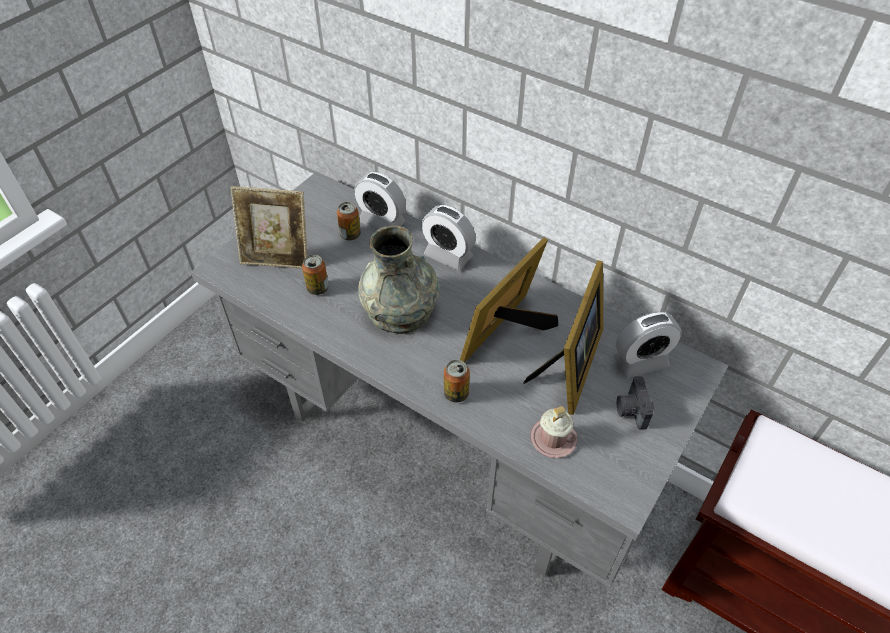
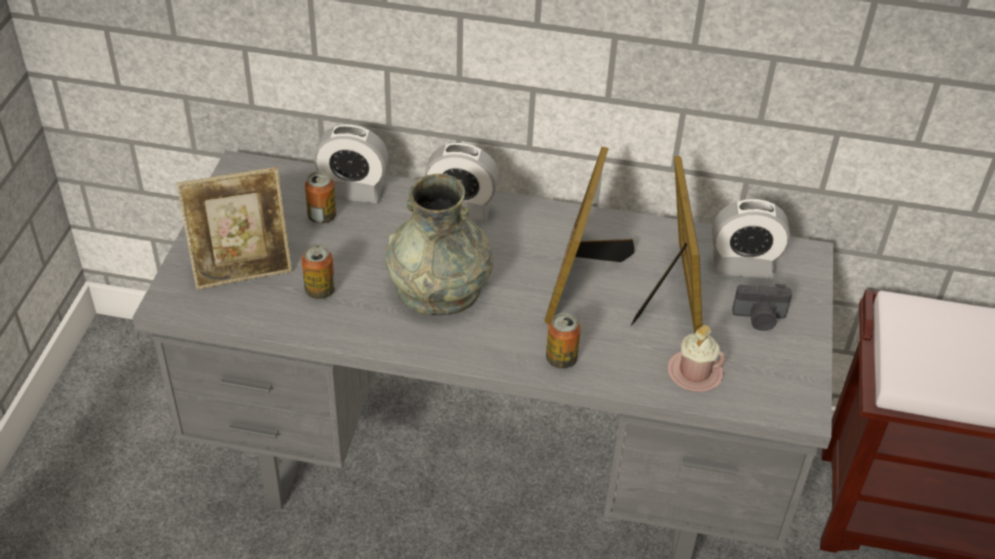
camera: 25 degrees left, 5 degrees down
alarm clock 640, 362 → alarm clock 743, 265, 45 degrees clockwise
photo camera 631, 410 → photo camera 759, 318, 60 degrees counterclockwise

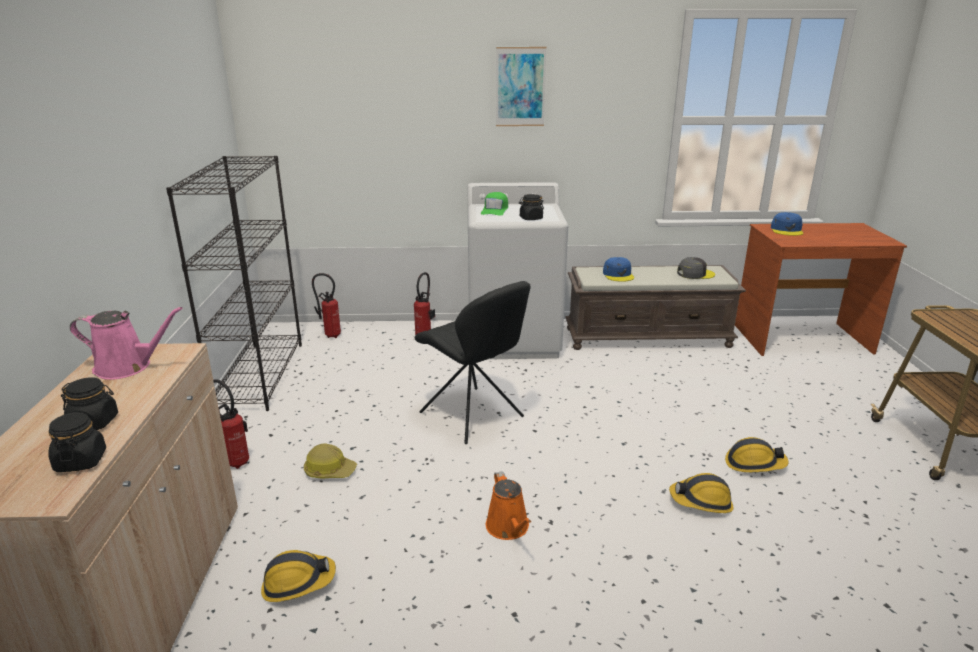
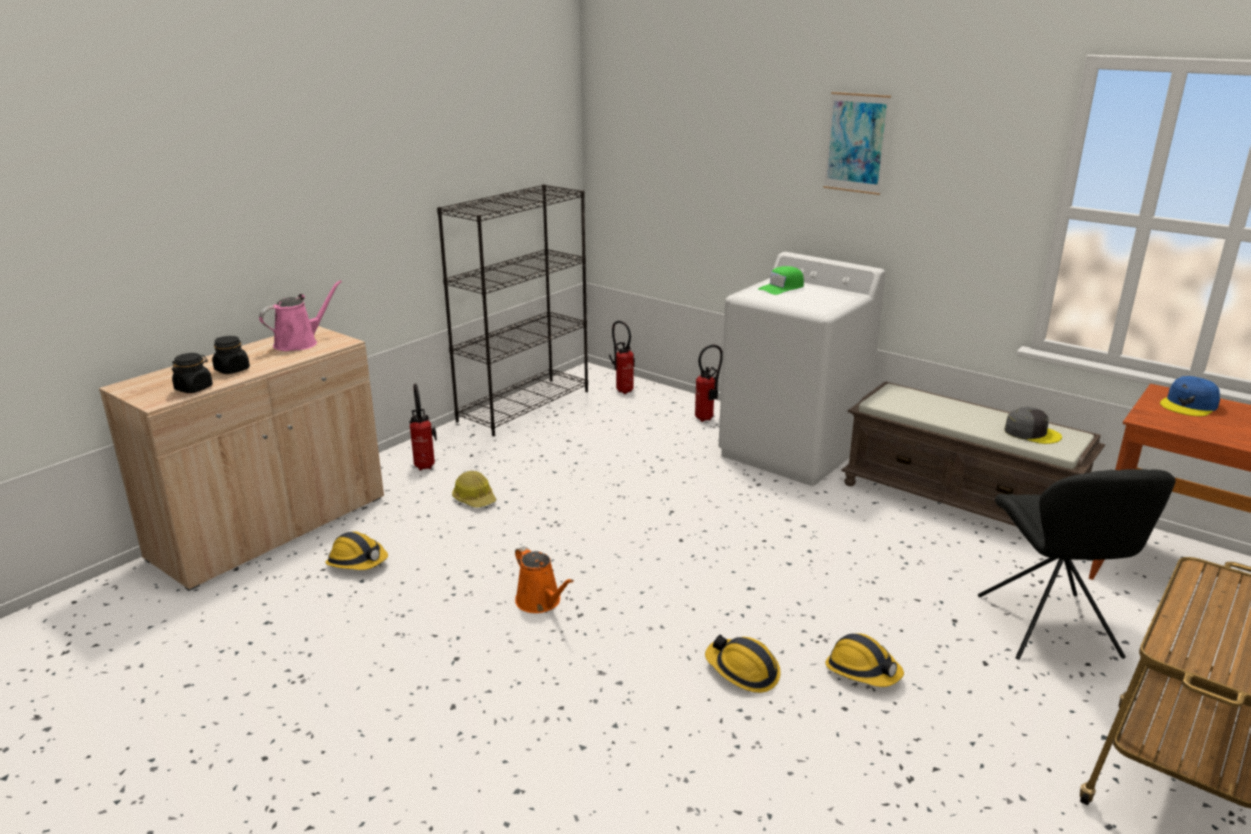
camera: 40 degrees right, 0 degrees up
blackish jar 531, 218 → -
blue-coloured peaked cap 618, 275 → -
blackish upright chair 474, 416 → blackish upright chair 1049, 629, relocated
pink sprinkling can 128, 367 → pink sprinkling can 300, 343, 90 degrees counterclockwise
orangey sprinkling can 509, 528 → orangey sprinkling can 541, 602, 60 degrees counterclockwise

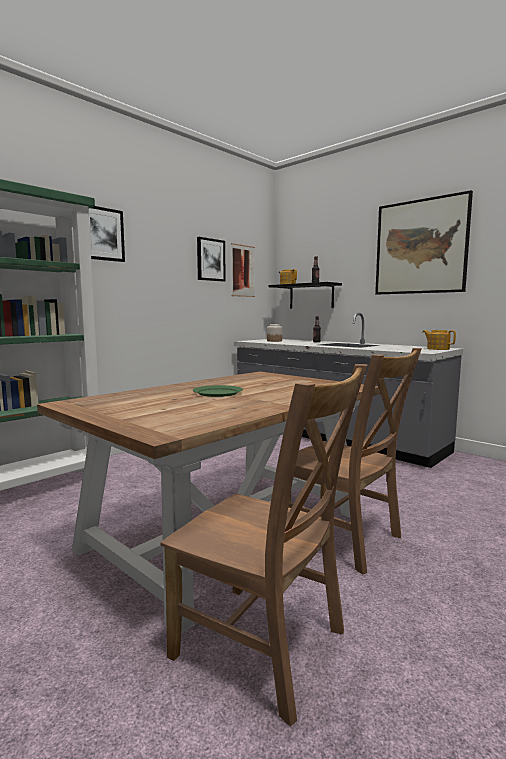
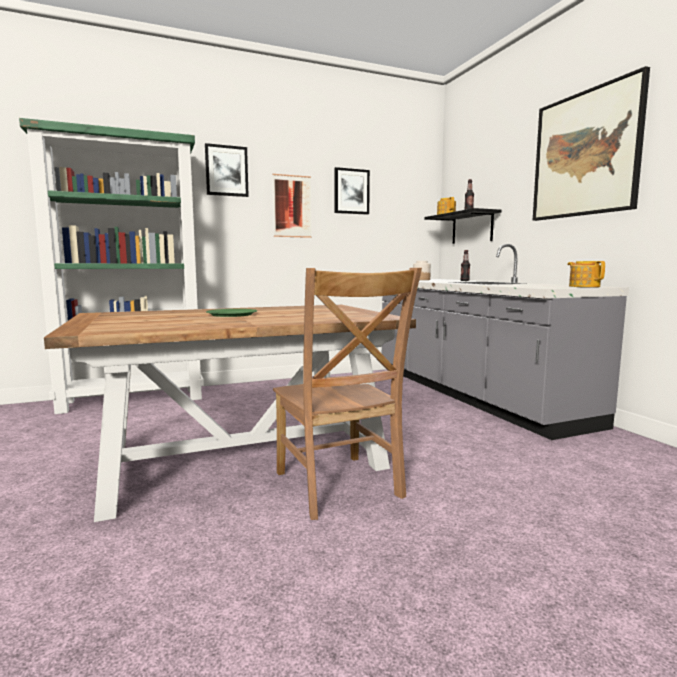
camera: 25 degrees right, 0 degrees up
brown-coloured upright chair 265, 647 → -
wall art 243, 271 → wall art 292, 206, relocated

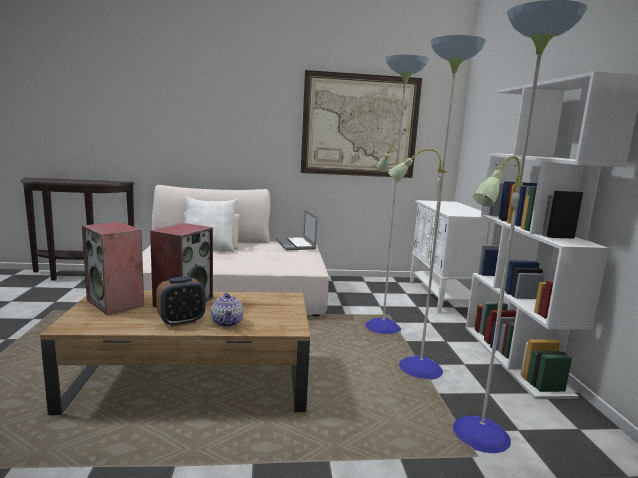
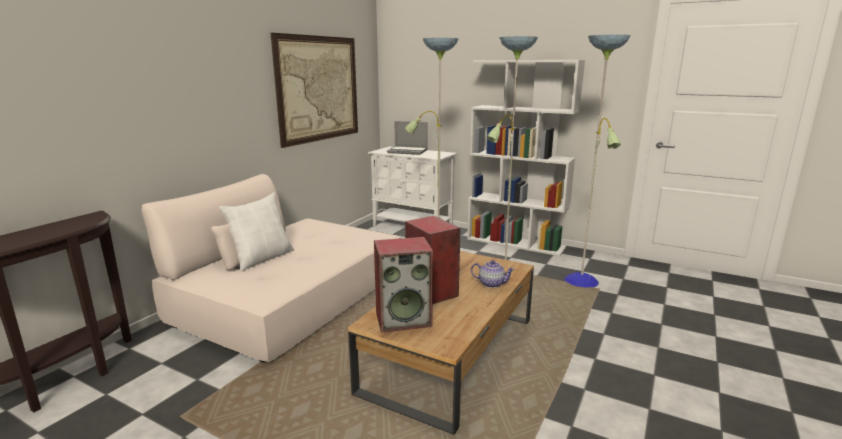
camera: 55 degrees left, 5 degrees up
alarm clock 181, 321 → -
laptop 296, 245 → laptop 408, 151, relocated

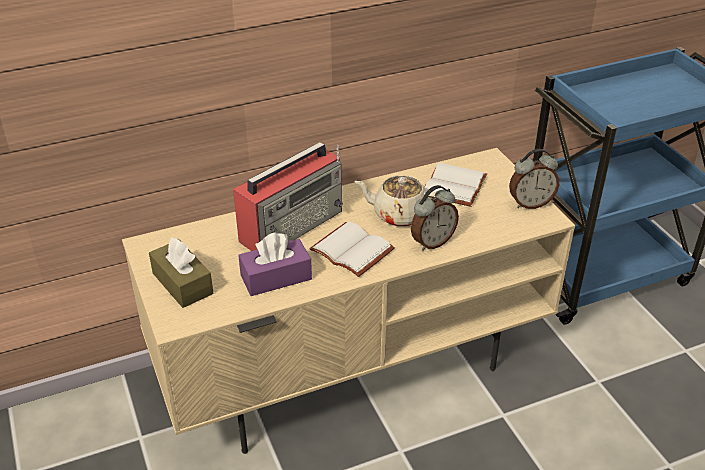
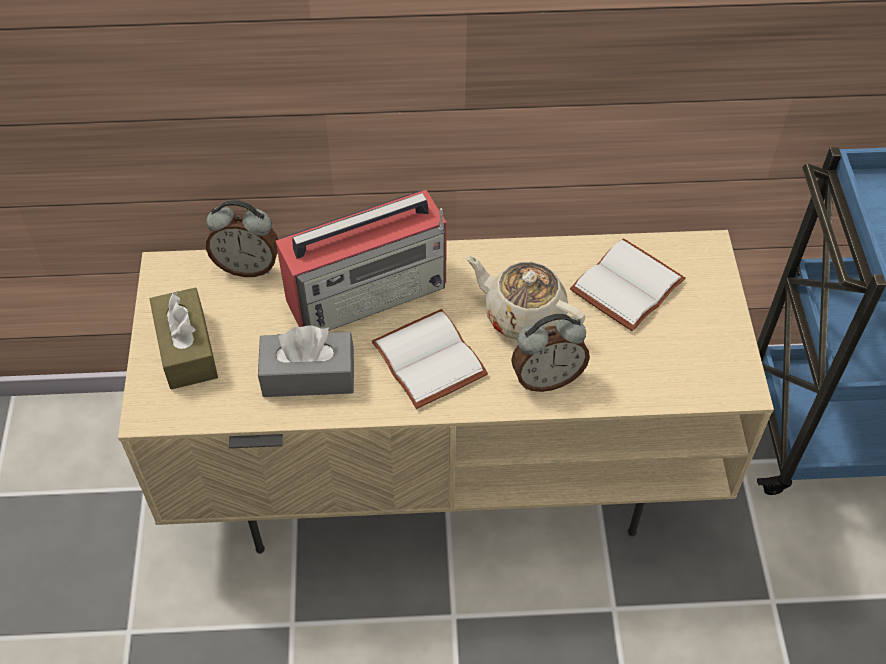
camera: 20 degrees right, 15 degrees up
alarm clock 530, 203 → alarm clock 248, 266, relocated
purple tissue box 276, 277 → grey tissue box 308, 375

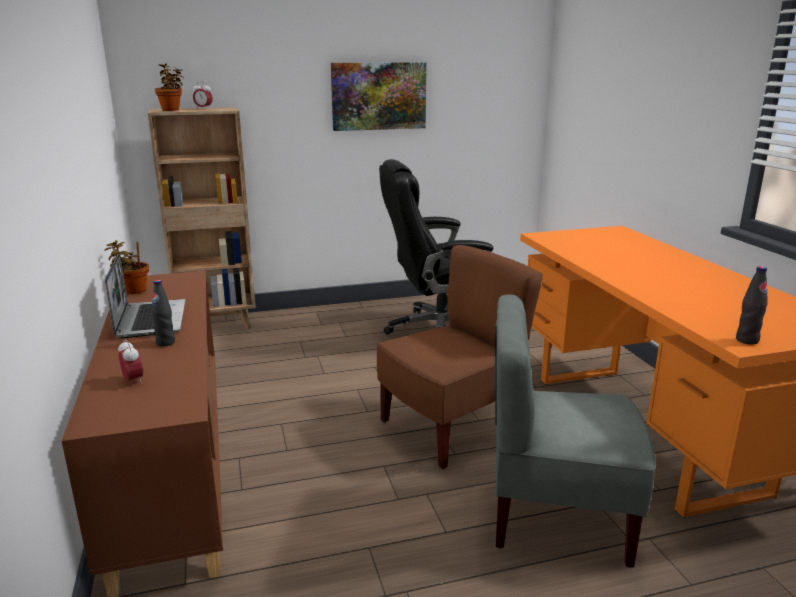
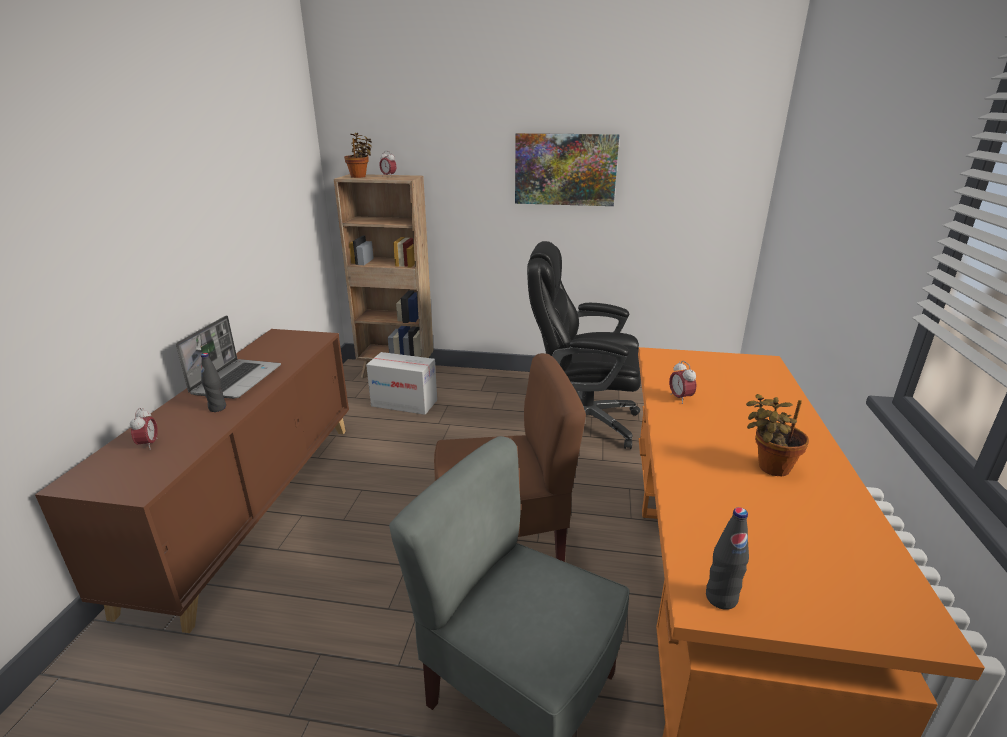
camera: 25 degrees right, 5 degrees up
- → cardboard box 404, 403
- → alarm clock 680, 398
plant in a pot 133, 291 → plant in a pot 769, 467, relocated

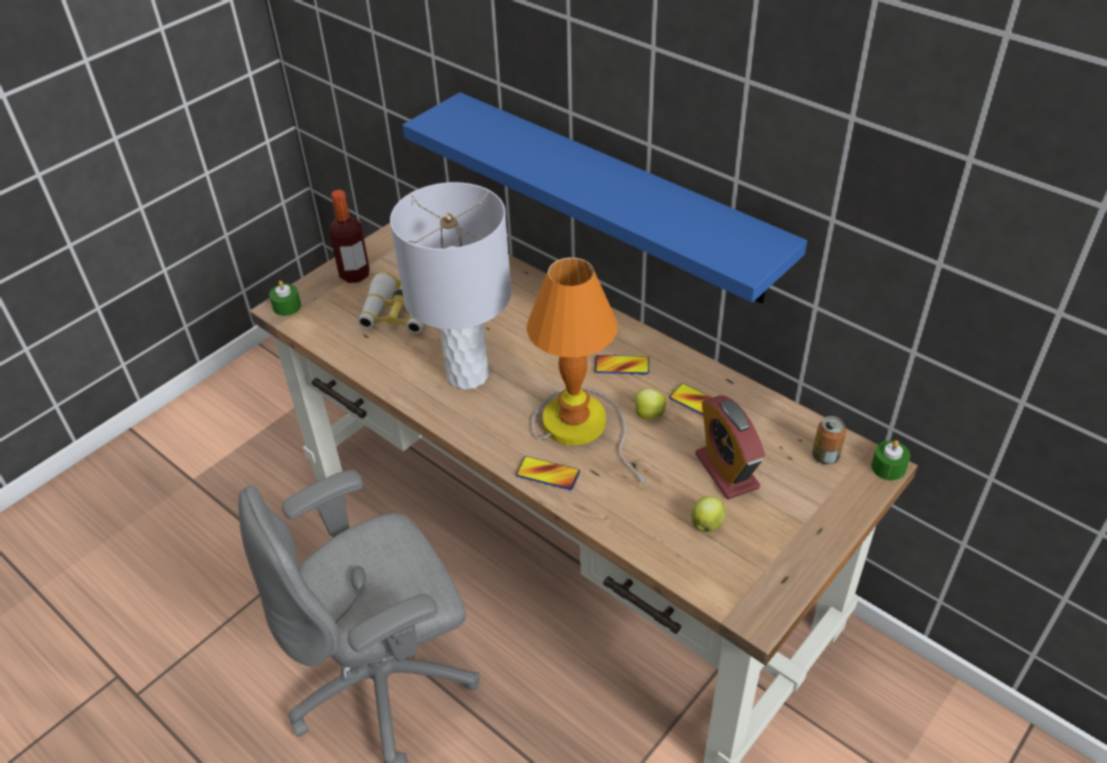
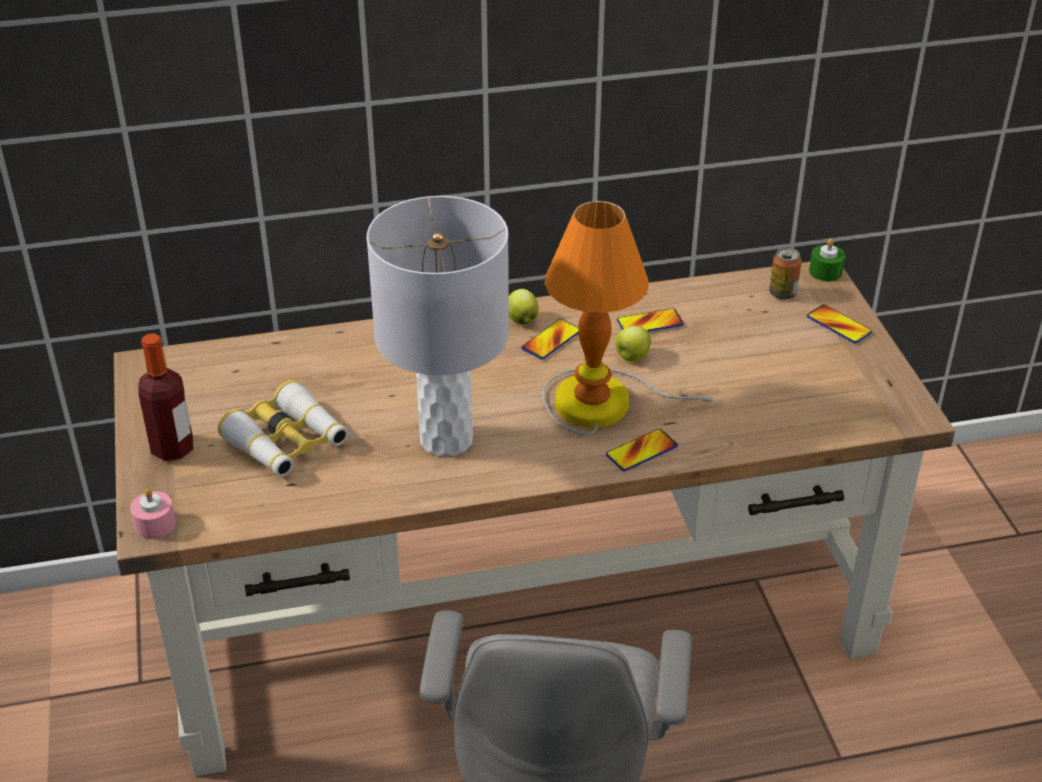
camera: 55 degrees left, 5 degrees down
blue-coloured shelf 615, 196 → -
alarm clock 726, 471 → -
- → telephone 838, 325
whole apple 707, 523 → whole apple 521, 319, relocated
green-coloured candle 287, 306 → pink candle 155, 524

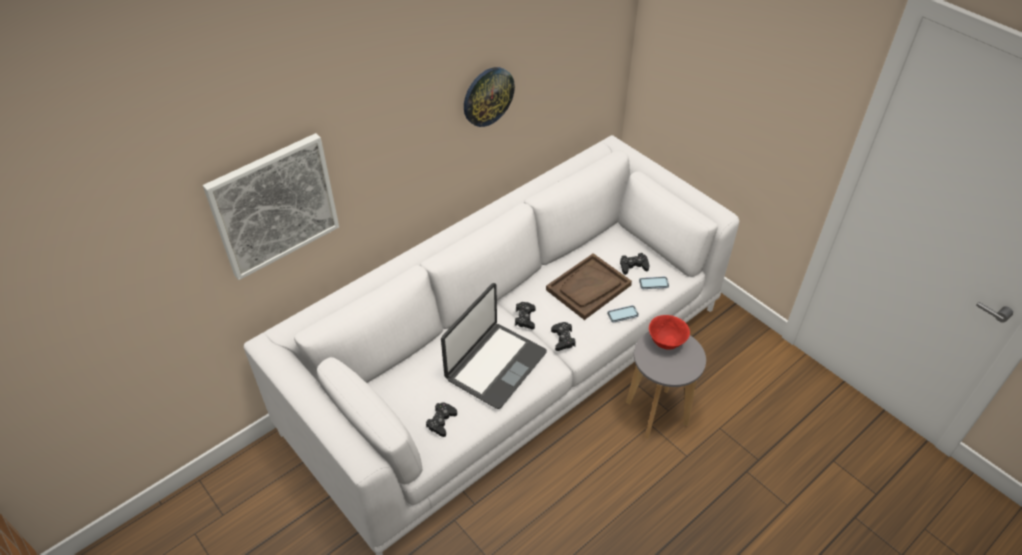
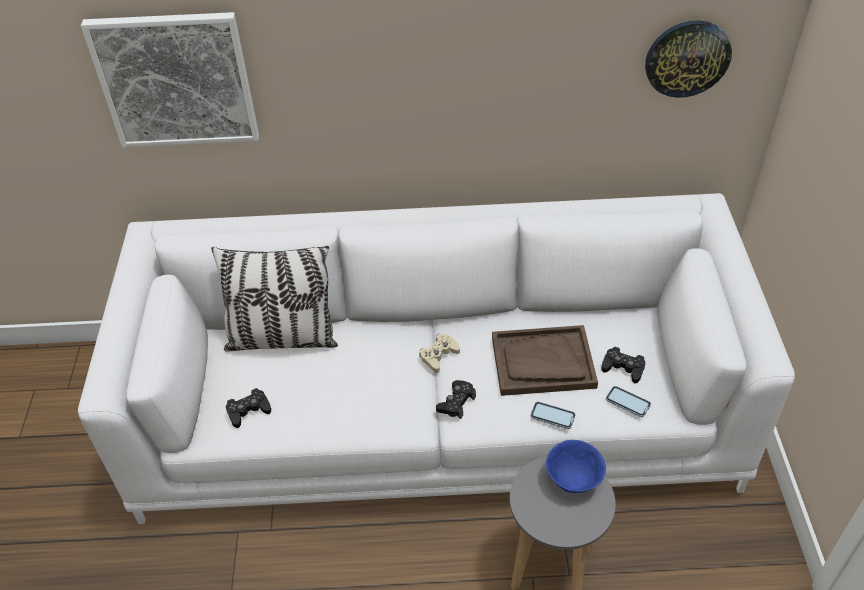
camera: 40 degrees right, 0 degrees up
laptop 495, 365 → -
- → cushion 282, 338
wall clock 488, 96 → wall clock 687, 58, relocated
blackish game controller 525, 318 → beige game controller 439, 356
red-coloured bowl 666, 343 → blue-coloured bowl 573, 481

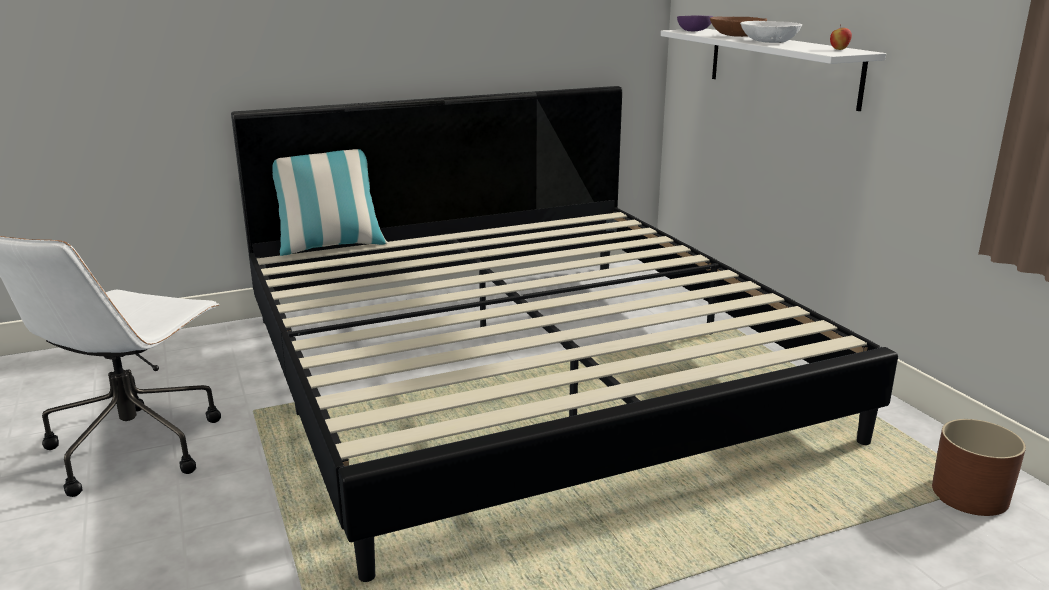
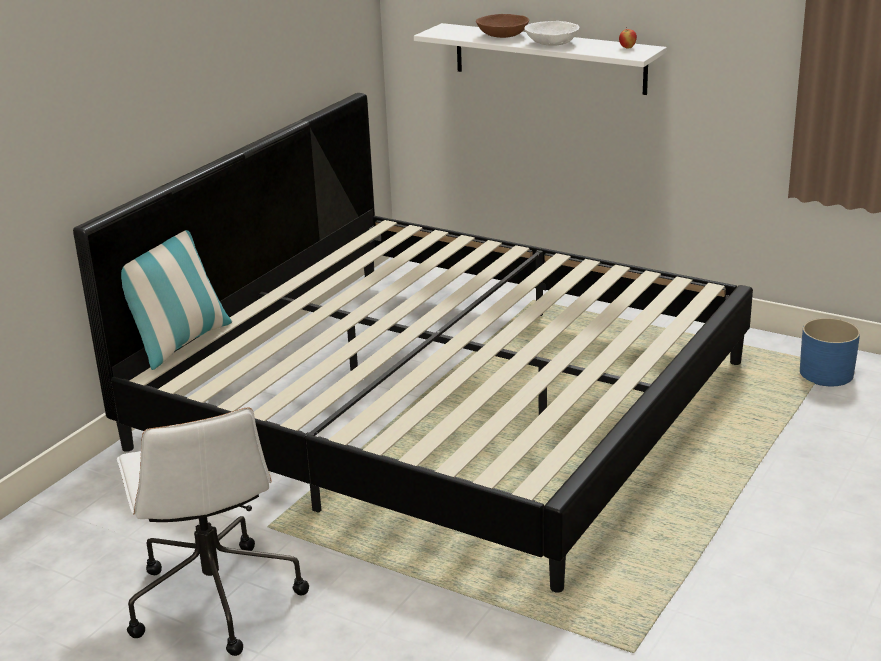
camera: 35 degrees left, 5 degrees up
purple bowl 693, 31 → -
brown-coloured planter 970, 495 → blue-coloured planter 826, 373

